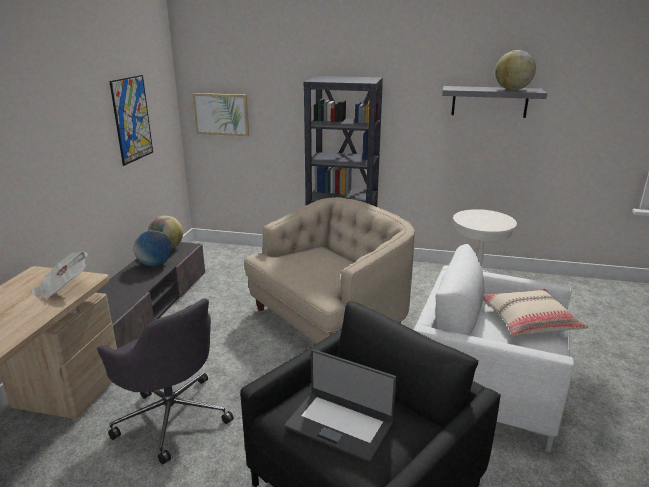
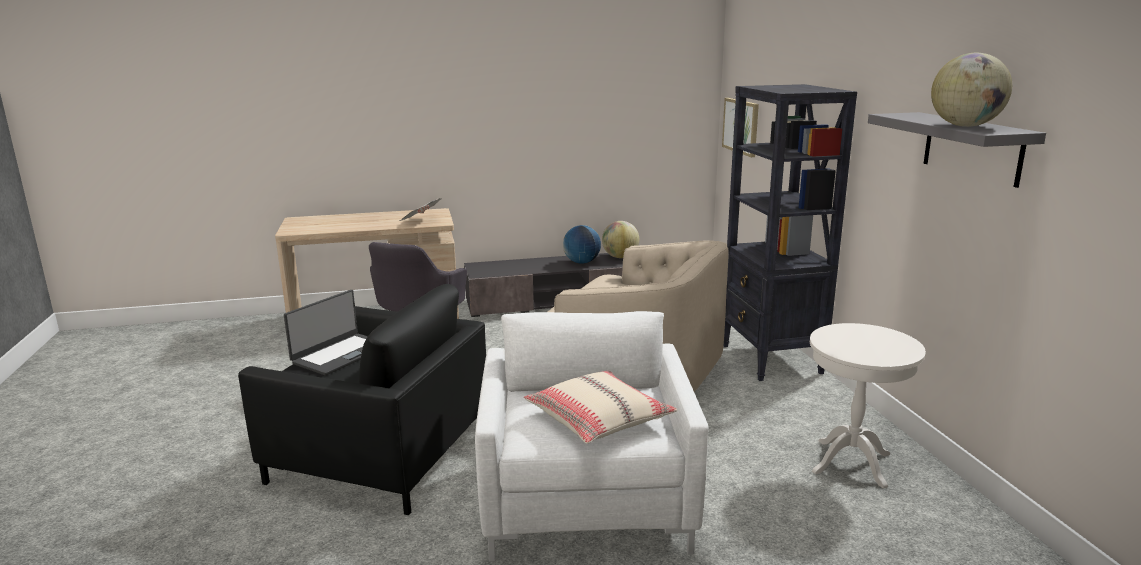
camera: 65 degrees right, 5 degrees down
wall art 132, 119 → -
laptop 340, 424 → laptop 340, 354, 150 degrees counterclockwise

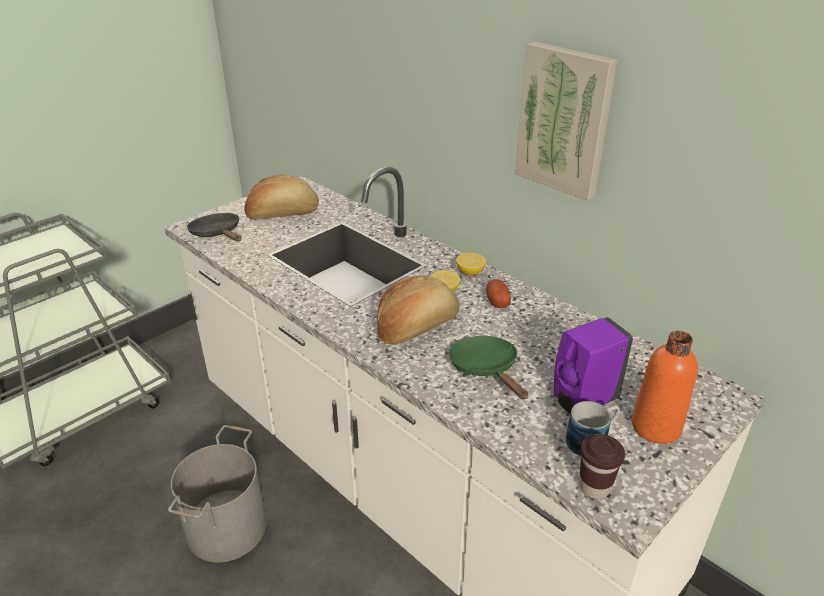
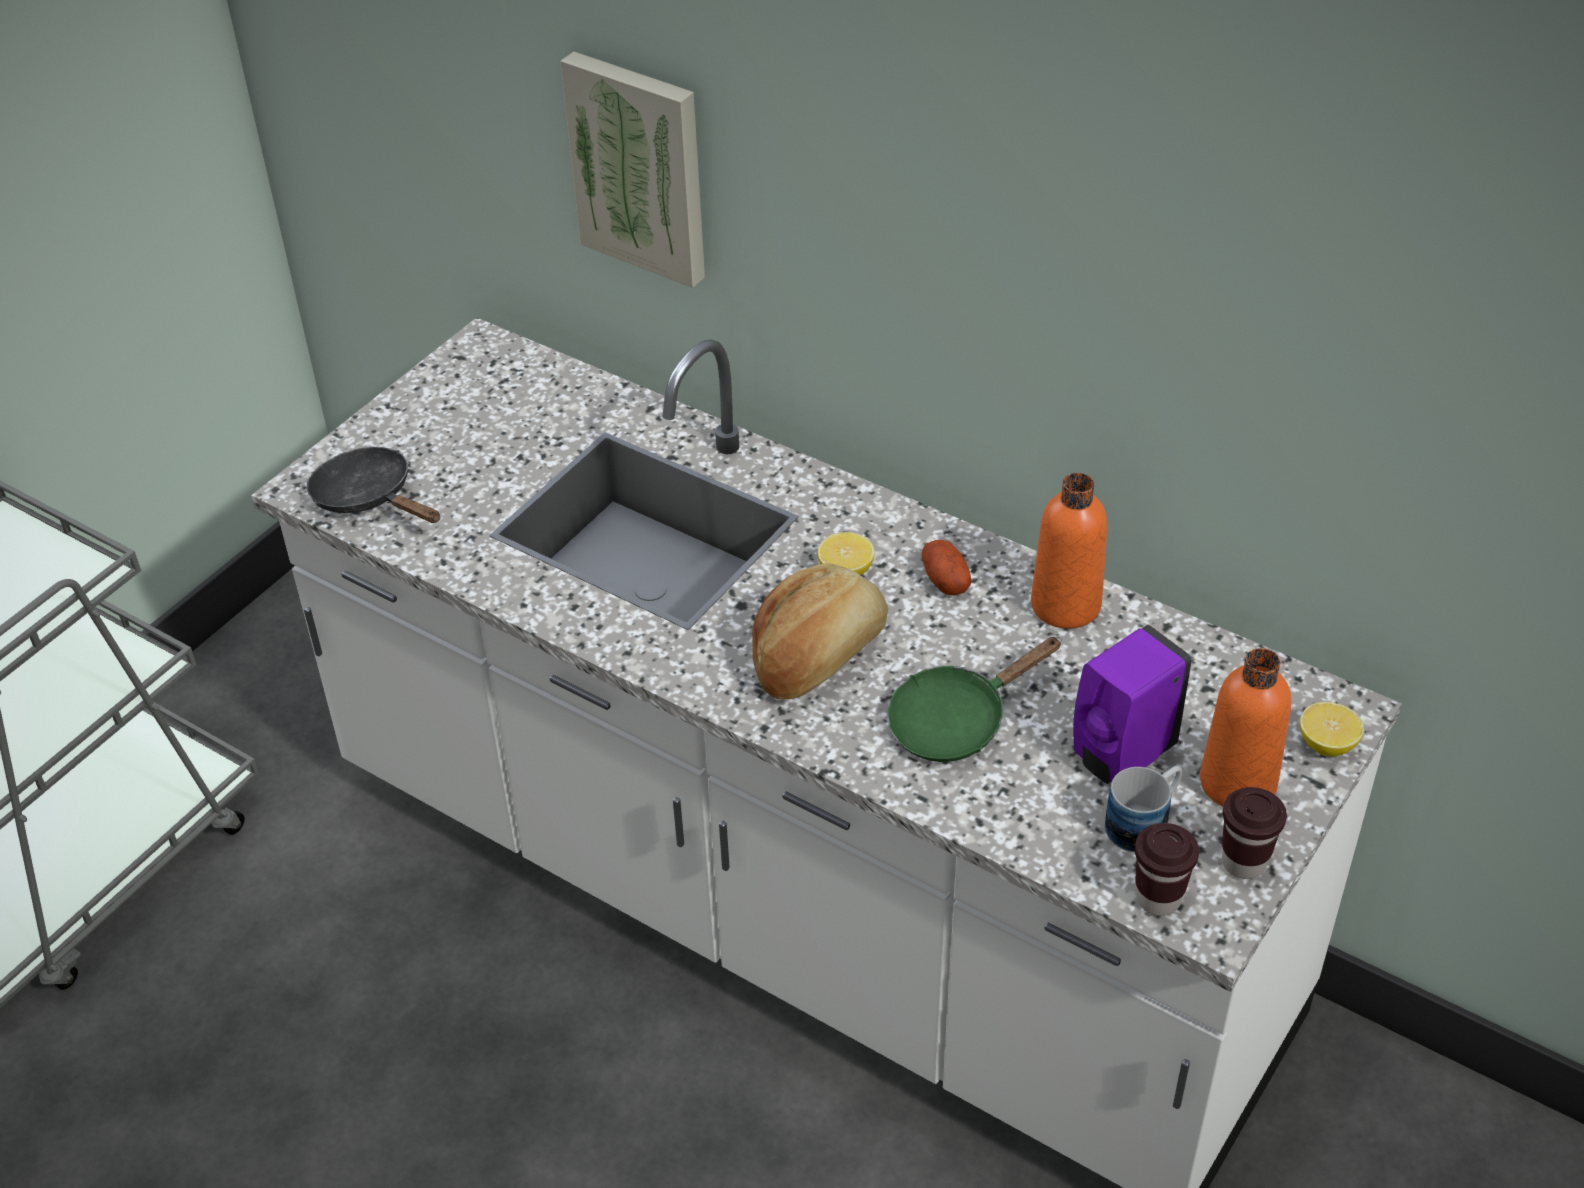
camera: 10 degrees left, 10 degrees up
grey pail 227, 528 → -
bakery bread 283, 214 → -
- → orangey beverage bottle 1065, 605
- → brown-coloured small cup 1243, 862
citrus fruit 470, 272 → citrus fruit 1326, 744, relocated
wall art 565, 120 → wall art 640, 166, relocated
green-coloured pan 486, 369 → green-coloured pan 956, 721, 90 degrees counterclockwise

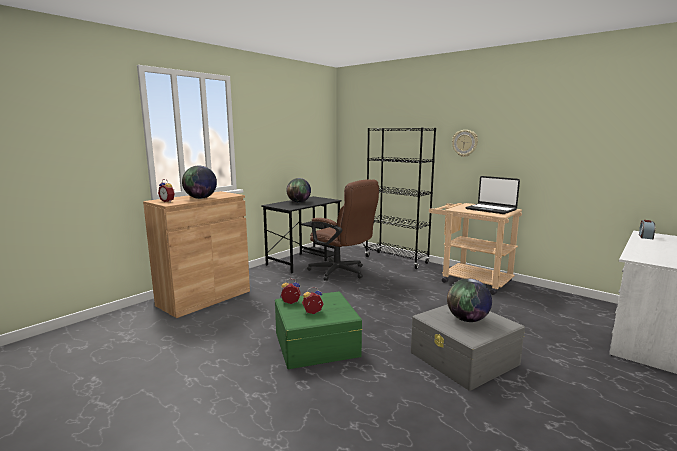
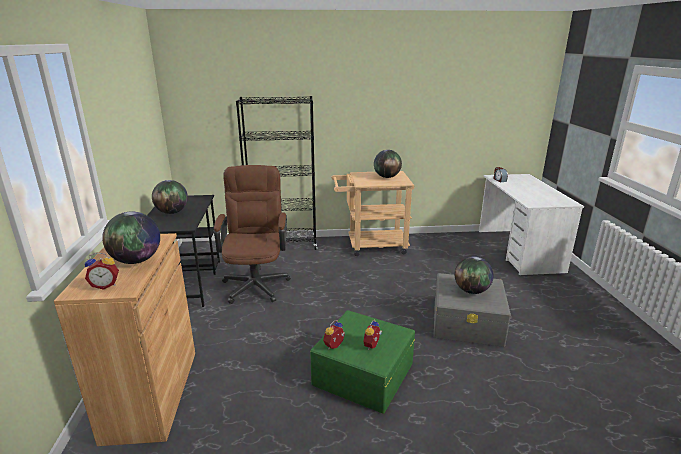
camera: 45 degrees left, 10 degrees up
wall clock 465, 143 → -
laptop 491, 209 → world globe 387, 177
brown-coloured desk chair 342, 272 → brown-coloured desk chair 256, 282, 90 degrees counterclockwise

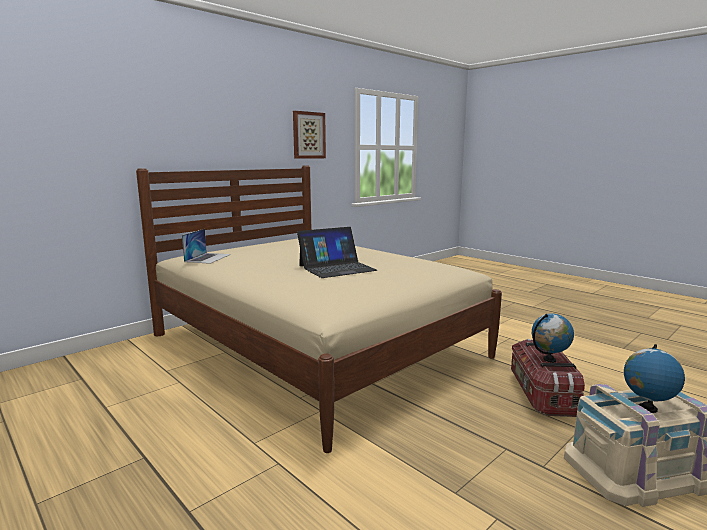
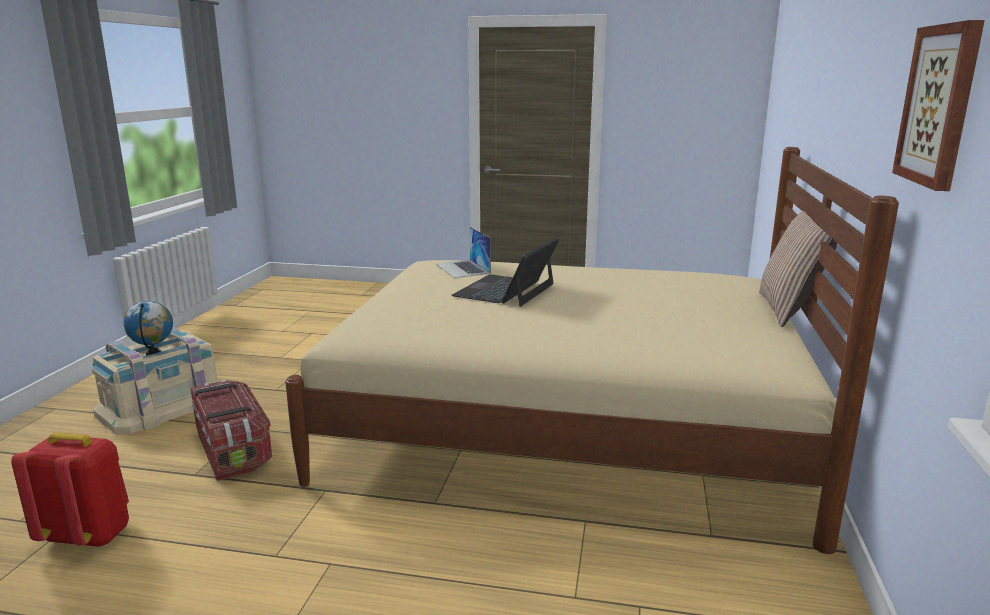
camera: 145 degrees right, 5 degrees up
world globe 549, 360 → -
- → red-coloured rucksack 88, 536
- → cushion 789, 310
laptop 208, 258 → laptop 463, 268, relocated

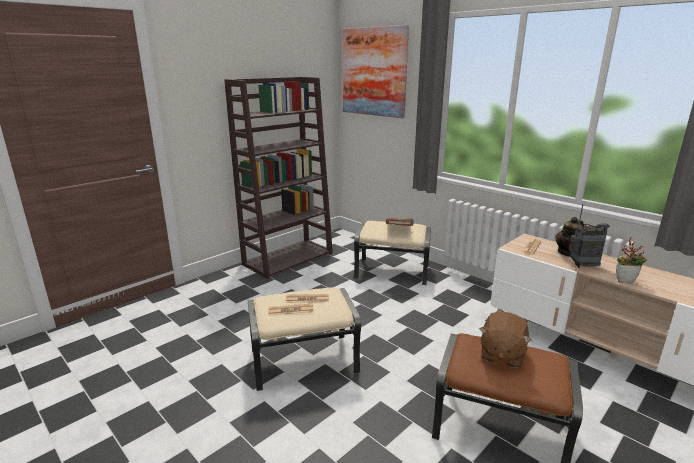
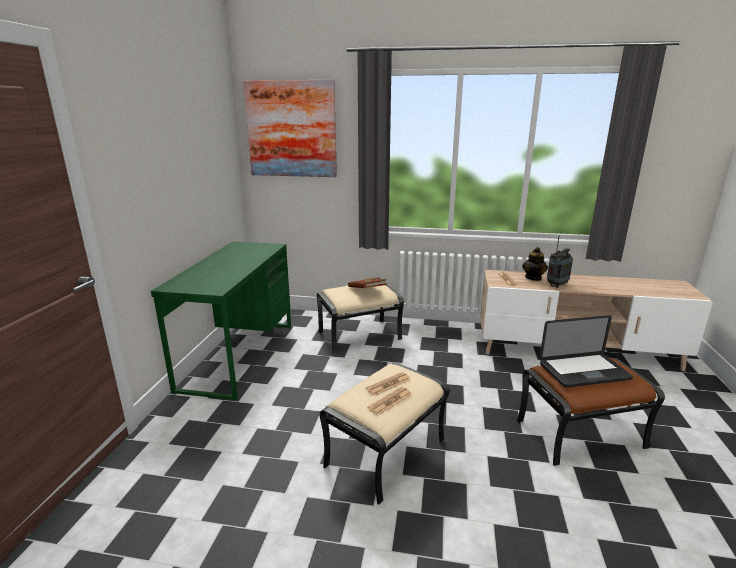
camera: 35 degrees left, 0 degrees up
plant in a pot 625, 281 → -
brown-coloured bookcase 288, 258 → green-coloured desk 239, 354
brown-coloured soft toy 501, 354 → laptop 584, 371

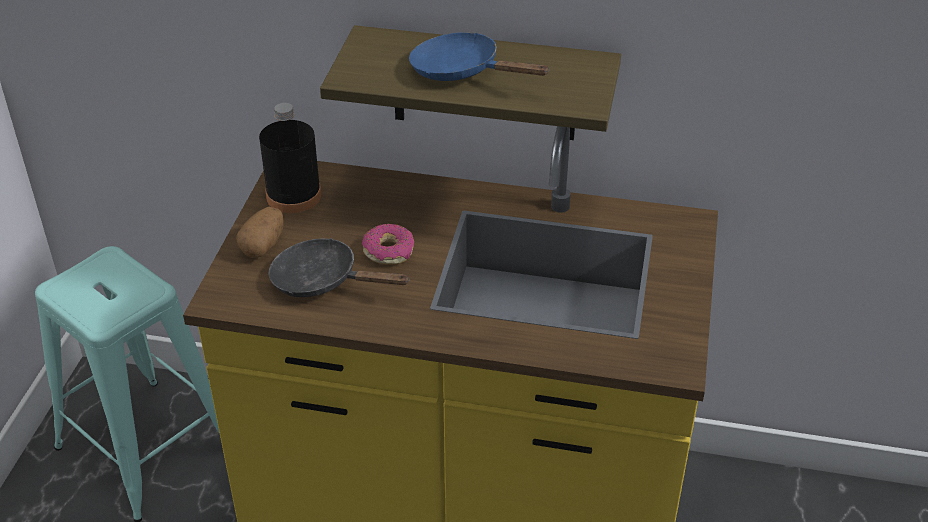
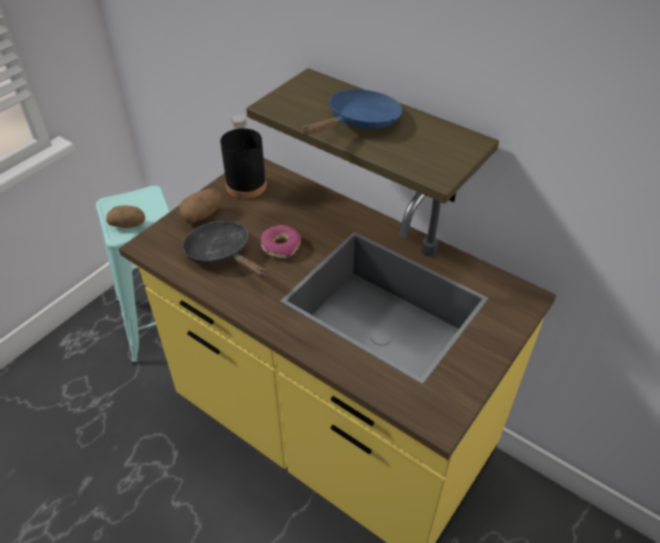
camera: 25 degrees right, 5 degrees up
- → whole potato 128, 224
blue-coloured pan 462, 71 → blue-coloured pan 359, 122, 75 degrees clockwise

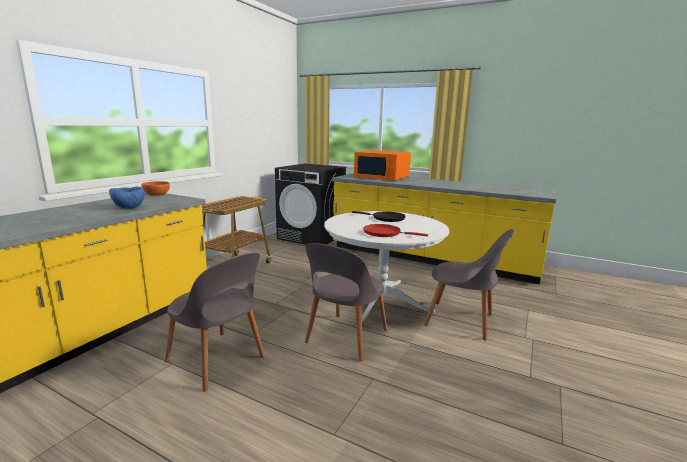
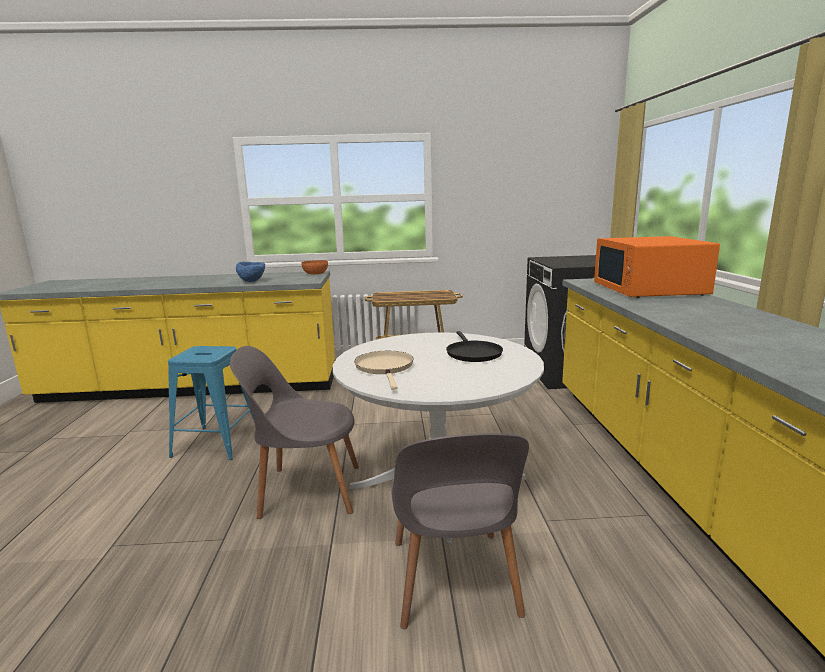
camera: 60 degrees right, 0 degrees up
grey upright chair 217, 361 → blue-coloured stool 217, 442
red-coloured pan 384, 233 → beige pan 385, 368

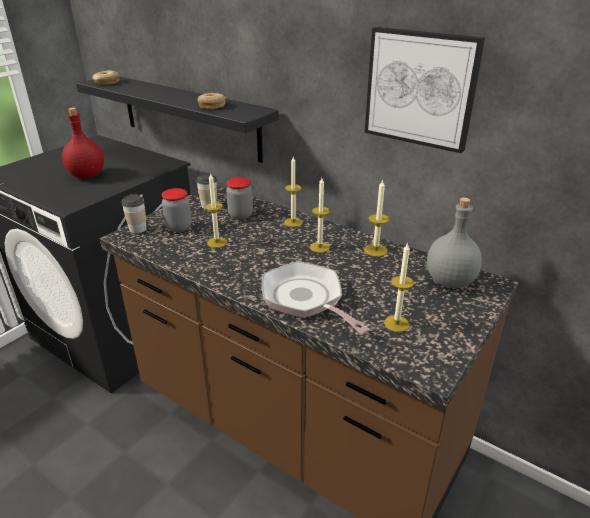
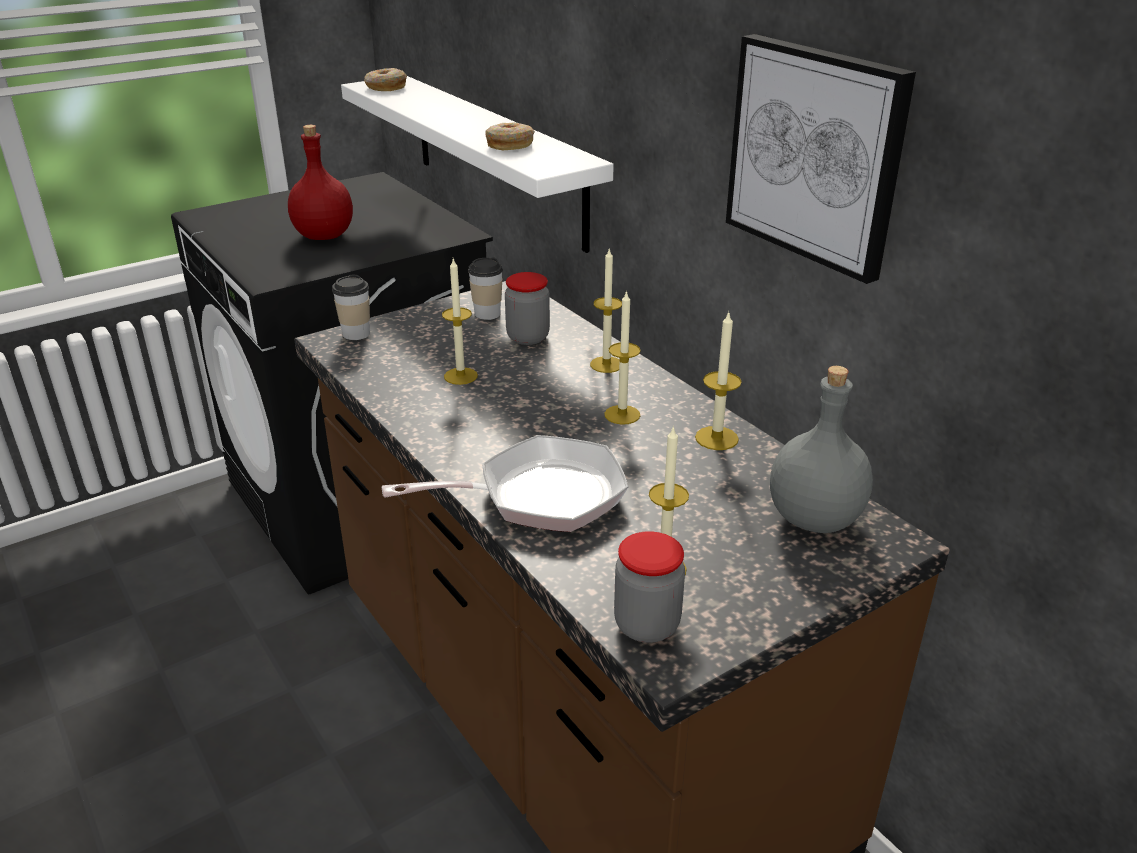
camera: 20 degrees right, 0 degrees up
jar 179, 227 → jar 647, 625, relocated
blackish shelf 189, 117 → white shelf 497, 159
pan 305, 299 → pan 539, 496, 90 degrees clockwise

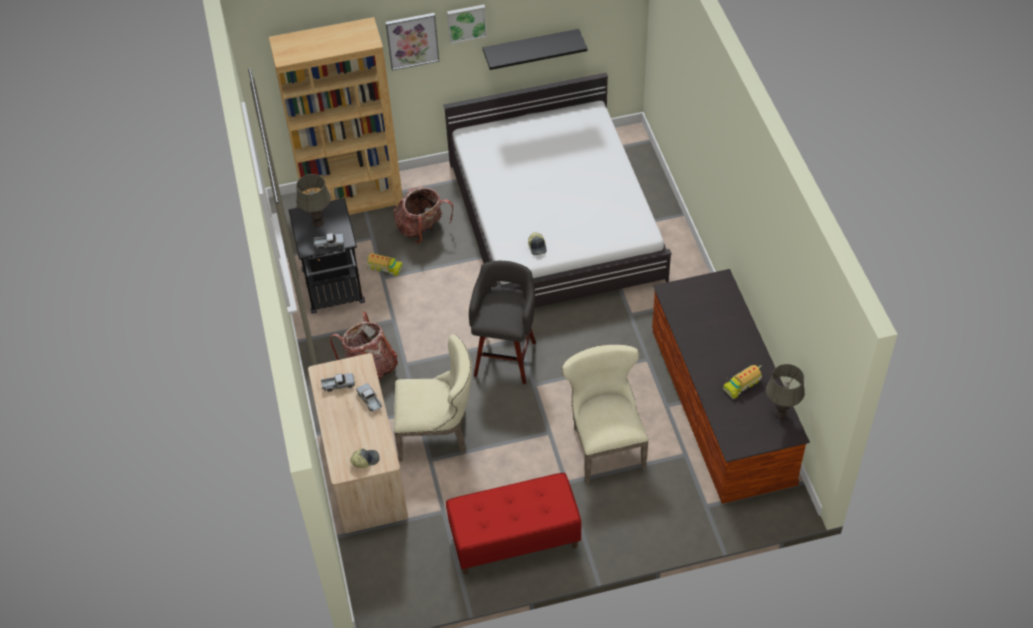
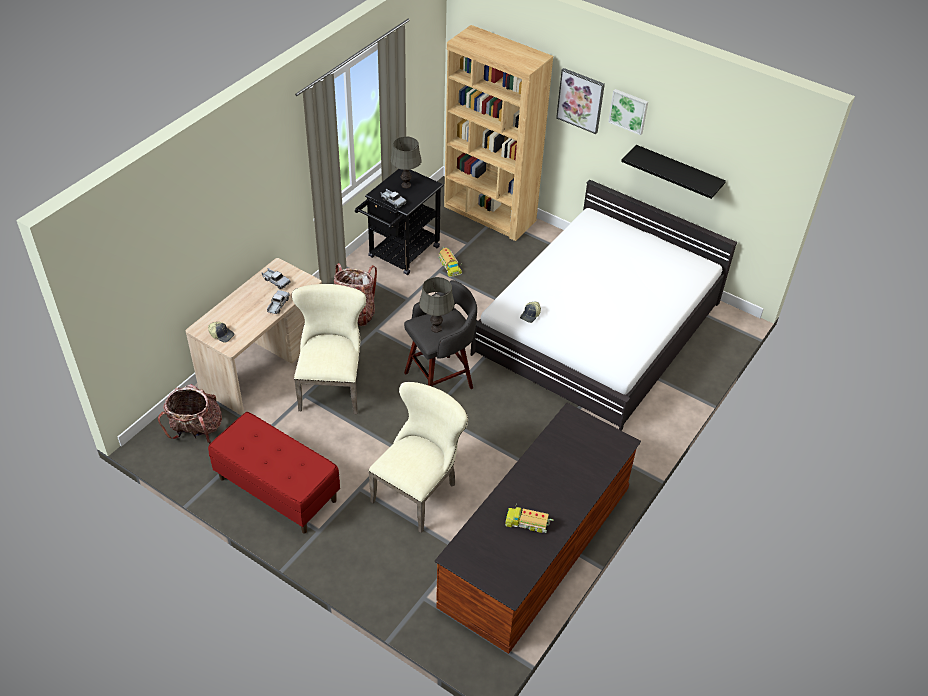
camera: 45 degrees right, 5 degrees down
rucksack 422, 229 → rucksack 196, 430, relocated
grey lamp for a table 781, 413 → grey lamp for a table 436, 328, relocated
beige upright chair 438, 433 → beige upright chair 332, 385, 135 degrees counterclockwise

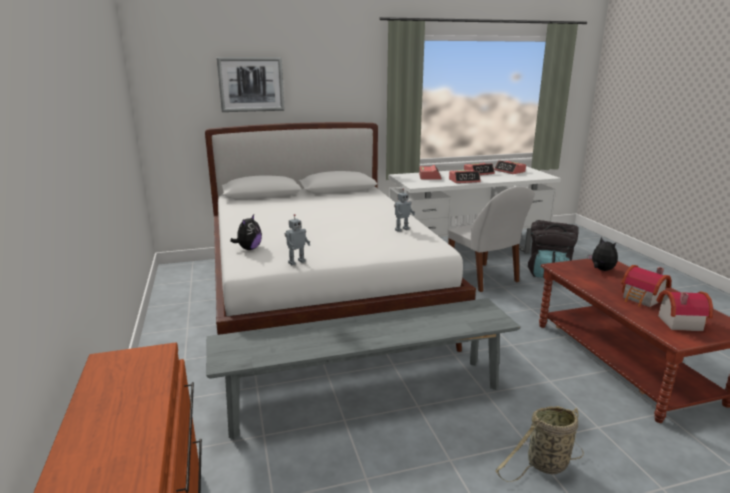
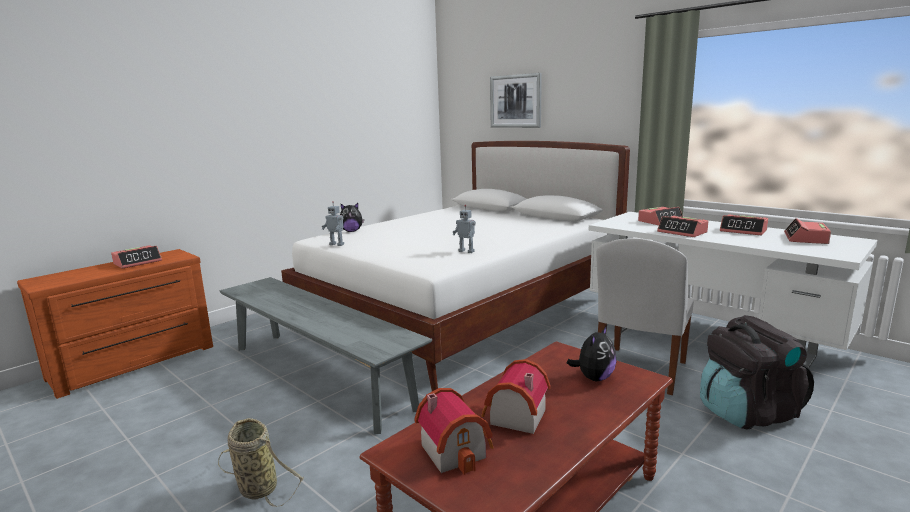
camera: 60 degrees right, 5 degrees down
- → alarm clock 138, 262

